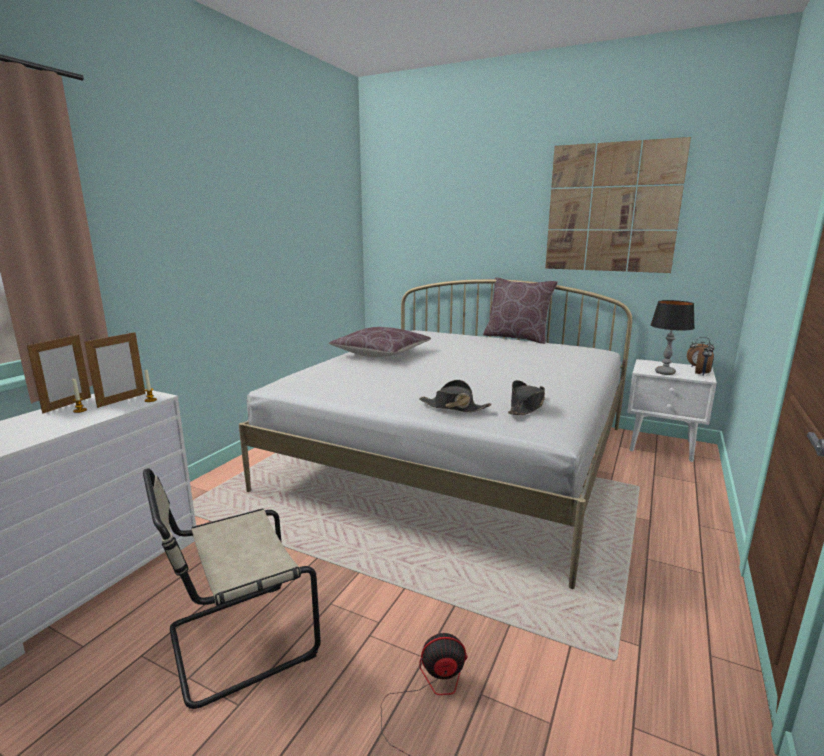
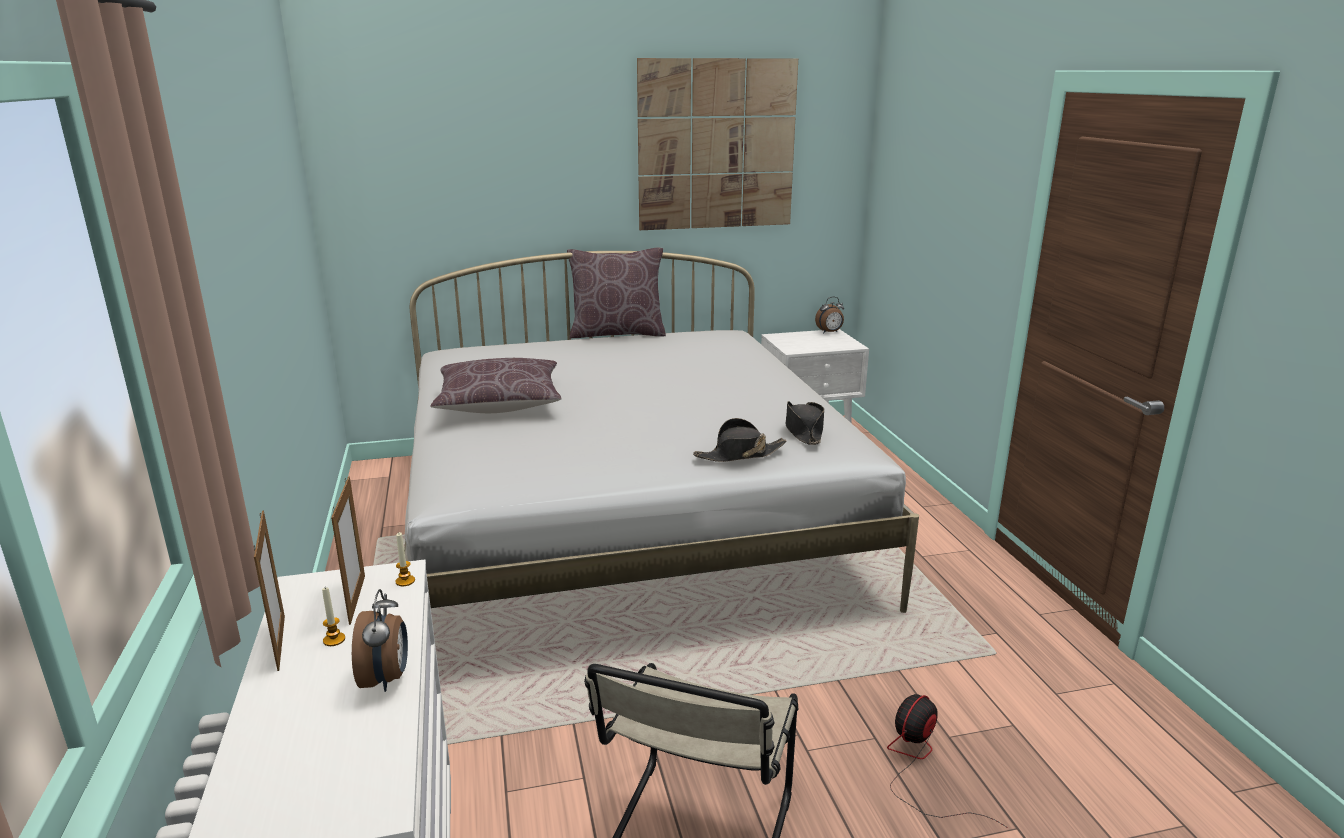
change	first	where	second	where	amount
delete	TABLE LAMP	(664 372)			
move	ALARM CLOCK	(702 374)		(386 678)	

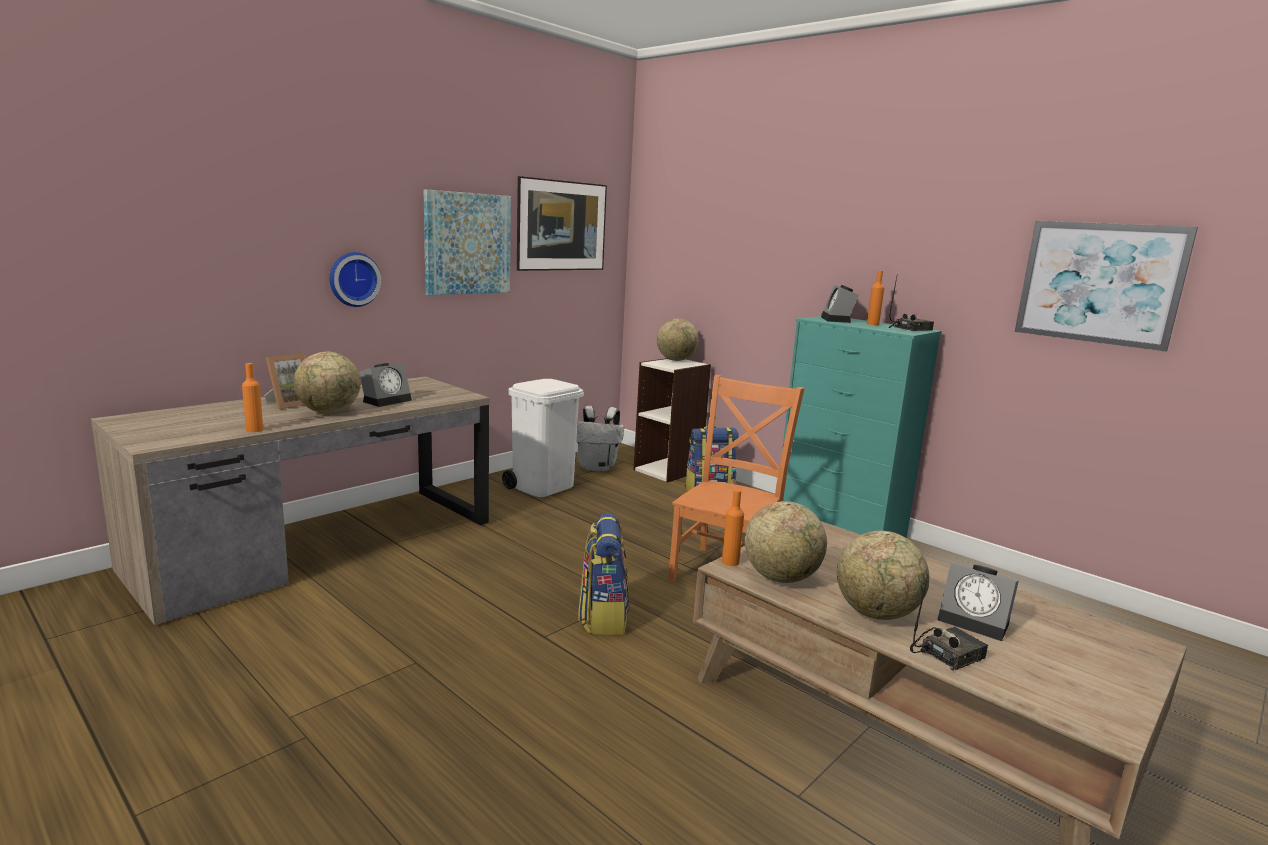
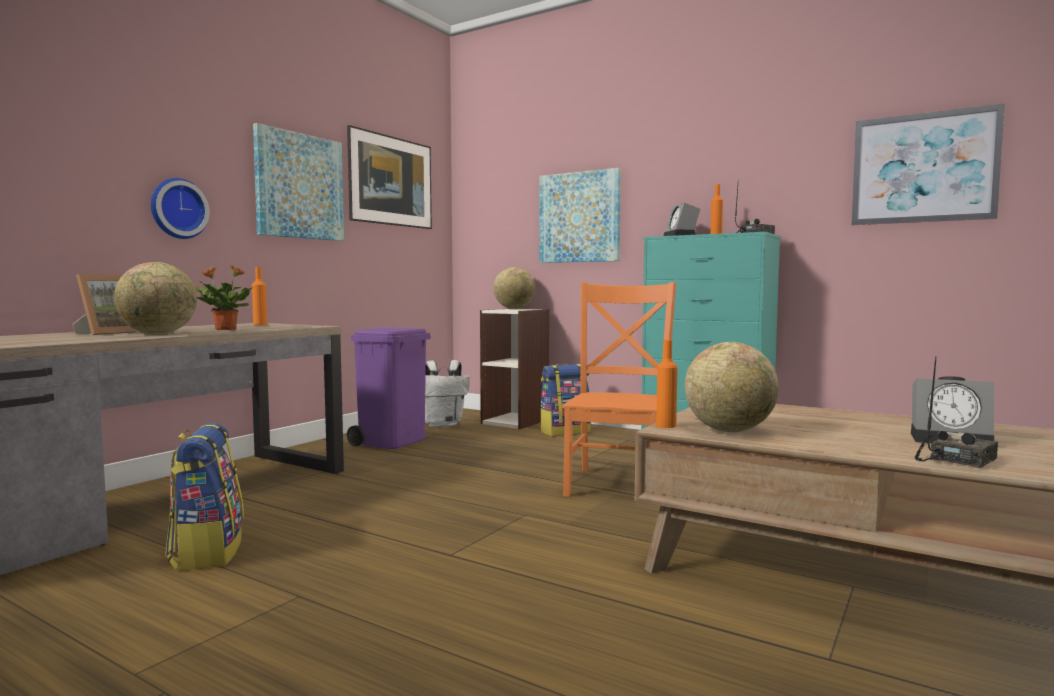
change	first	where	second	where	amount
move	ORANGE BOTTLE	(254 430)		(260 324)	
replace	ALARM CLOCK	(387 400)	POTTED PLANT	(225 329)	
recolor	WHITE TRASH CAN	(543 486)	PURPLE TRASH CAN	(392 441)	
move	BACKPACK	(603 617)		(207 552)	
delete	GLOBE	(876 614)			
insert			PICTURE	(579 217)	

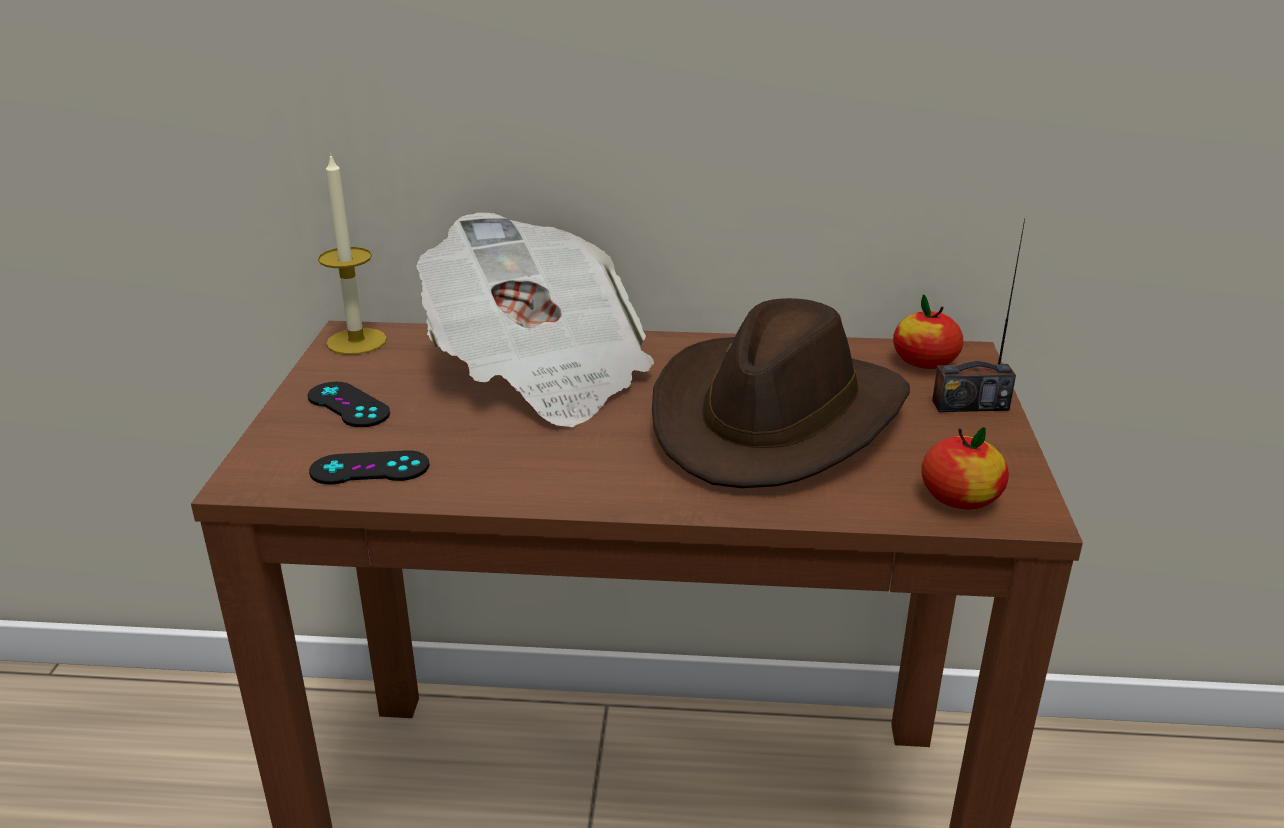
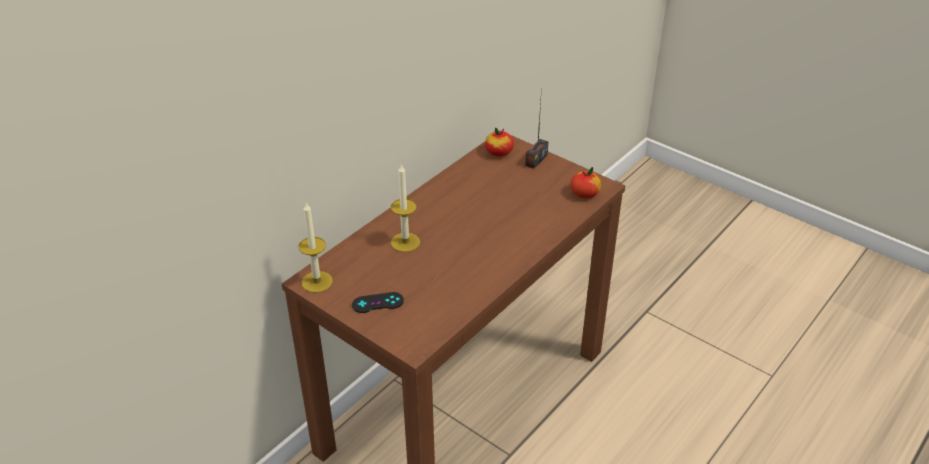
change	first	where	second	where	amount
replace	NEWSPAPER	(539 372)	CANDLE	(405 242)	
delete	BROWN HAT	(777 419)			
delete	BLACK GAME CONTROLLER	(370 468)			

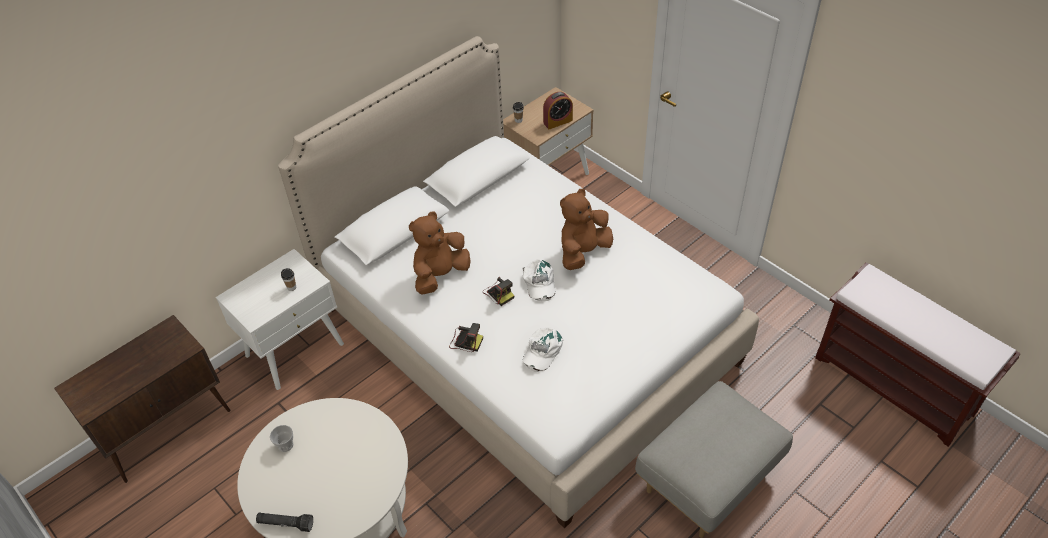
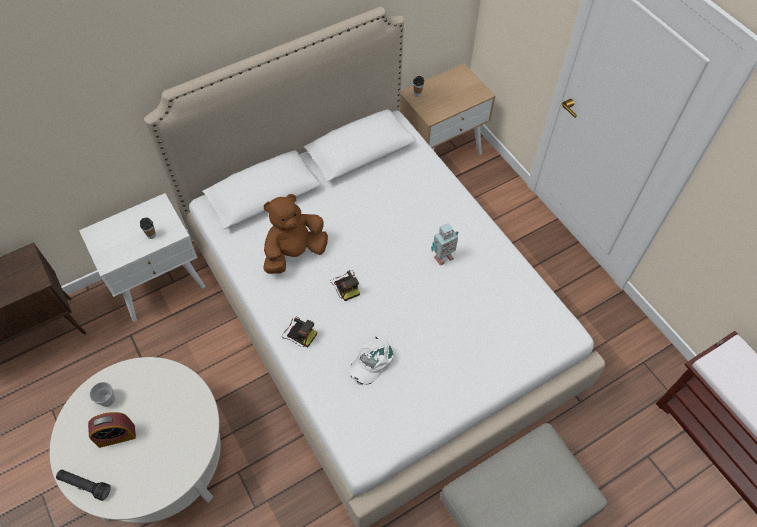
change	first	where	second	where	amount
move	ALARM CLOCK	(558 121)		(116 435)	
replace	BROWN PLUSH TOY	(583 252)	TOY ROBOT	(442 257)	
delete	WHITE CAP	(539 283)			

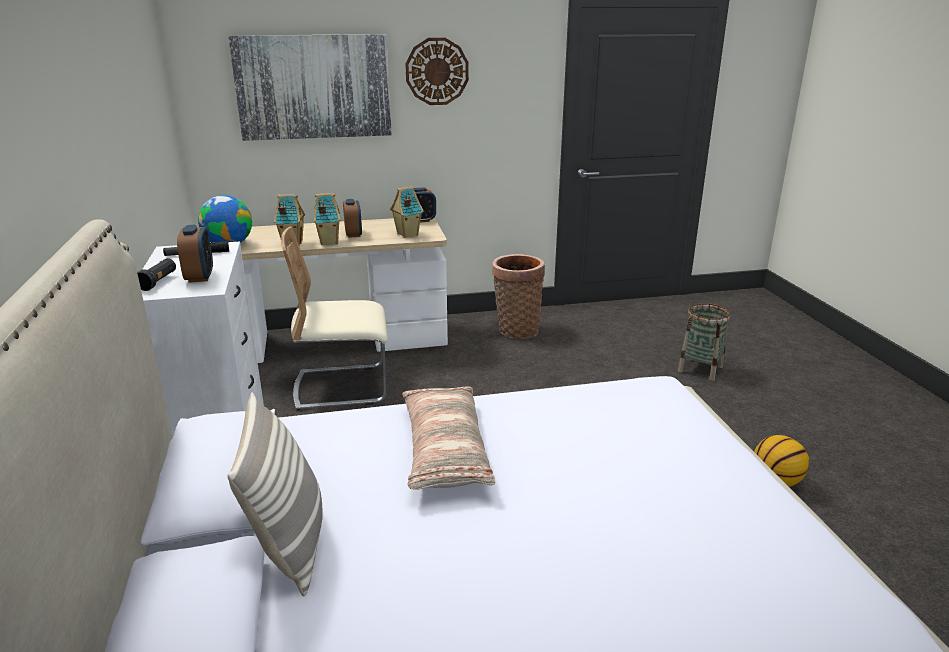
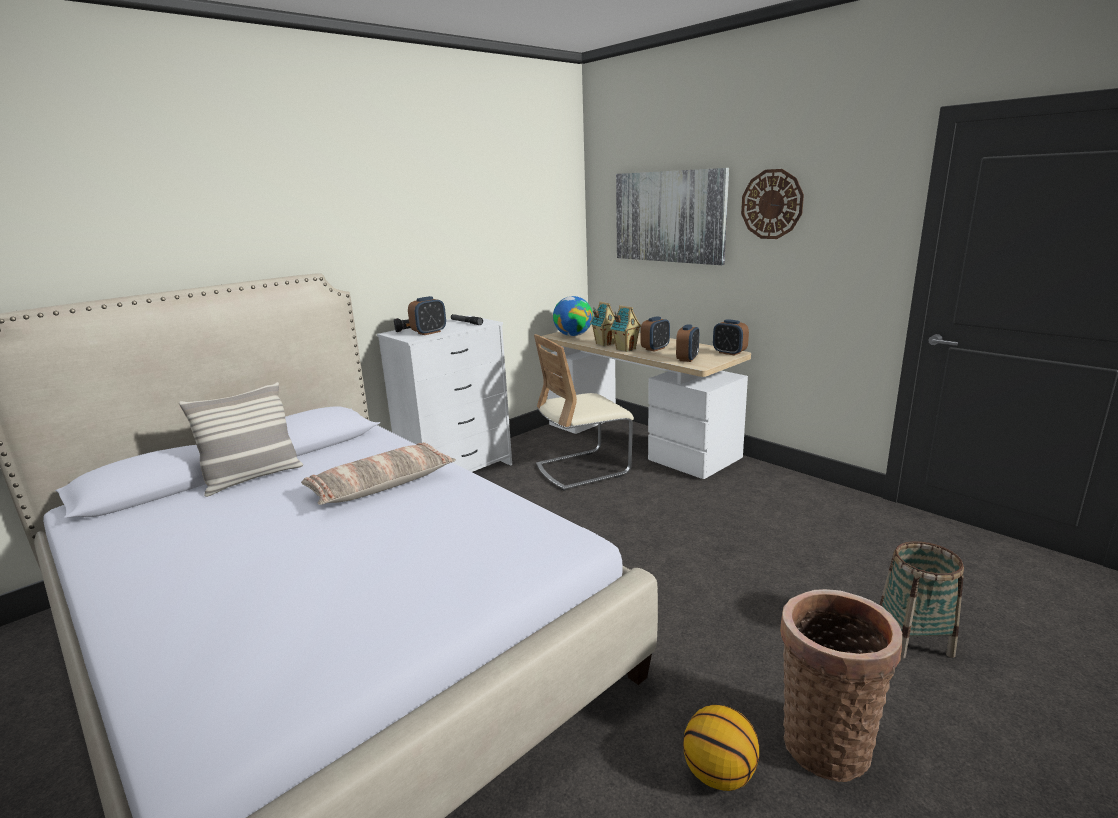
change	first	where	second	where	amount
replace	TOY HOUSE	(406 234)	ALARM CLOCK	(687 359)	
rotate	BEIGE CHAIR	(342 387)		(582 469)	75 degrees counterclockwise
move	BASKET	(516 329)		(825 740)	

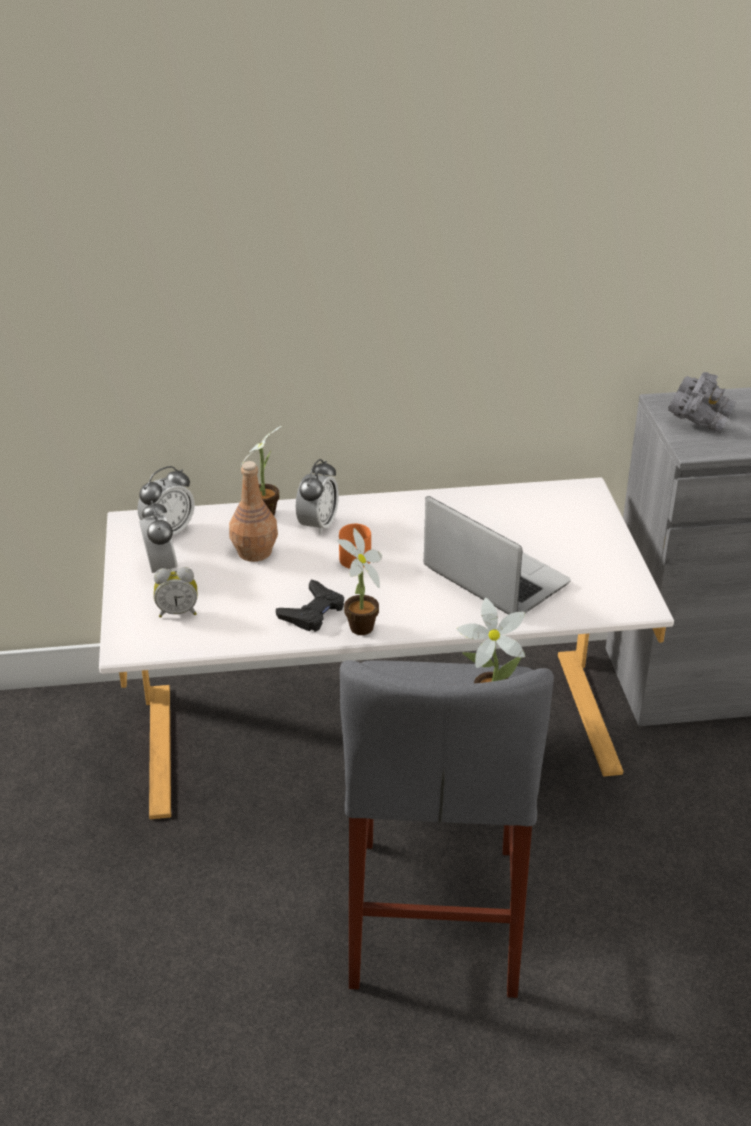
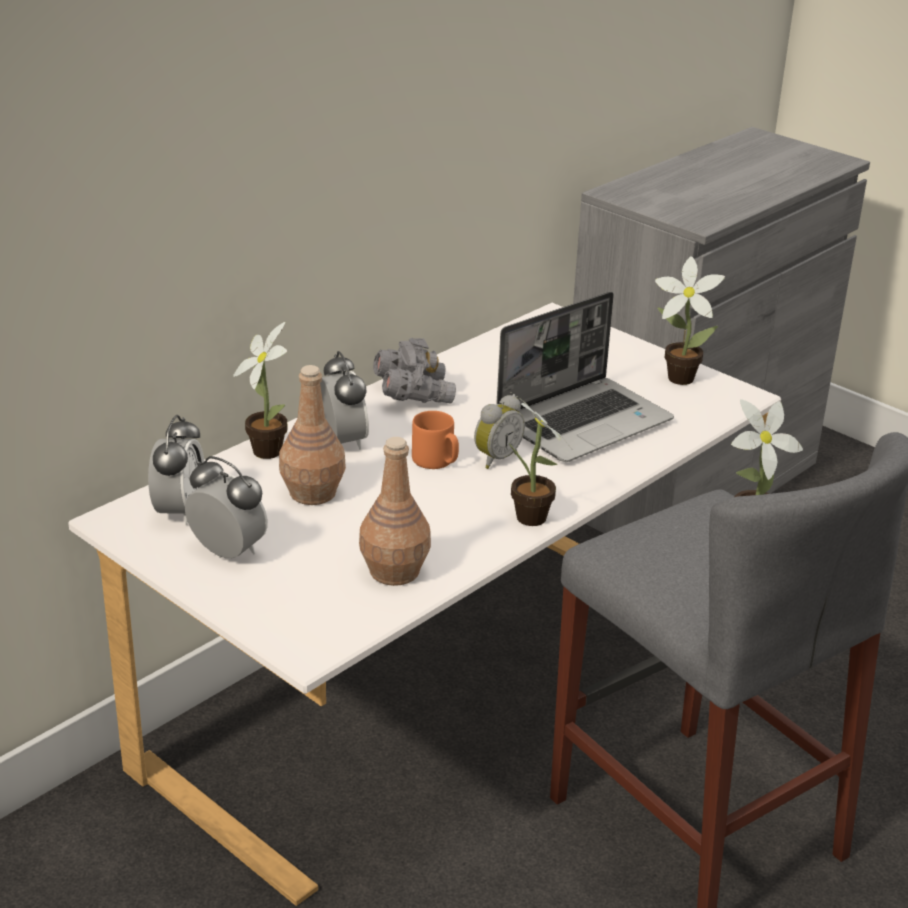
change	first	where	second	where	amount
move	GREY BINOCULARS	(699 418)		(412 394)	
rotate	LAPTOP	(493 577)		(584 421)	135 degrees clockwise
move	ALARM CLOCK	(177 612)		(495 458)	
delete	BLACK GAME CONTROLLER	(312 612)			
insert			POTTED PLANT	(676 377)	
insert			BROWN BOTTLE	(394 572)	

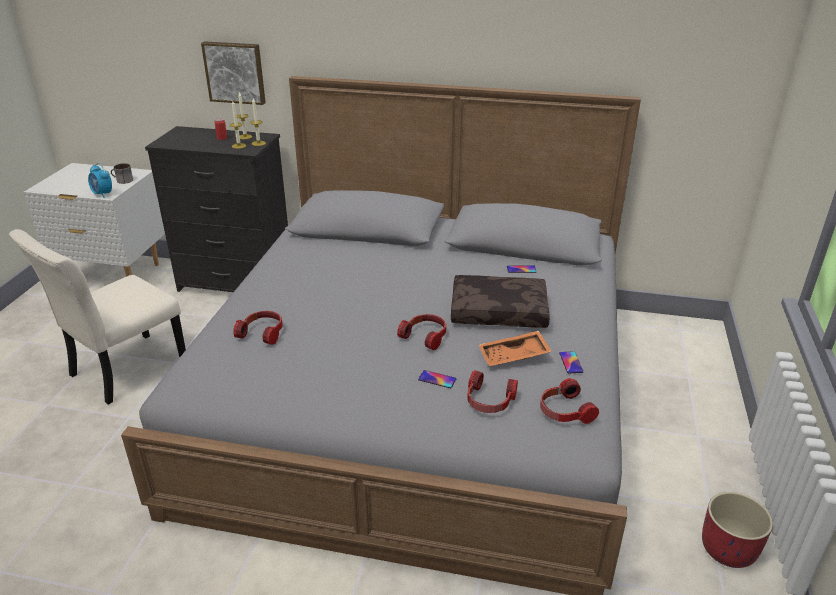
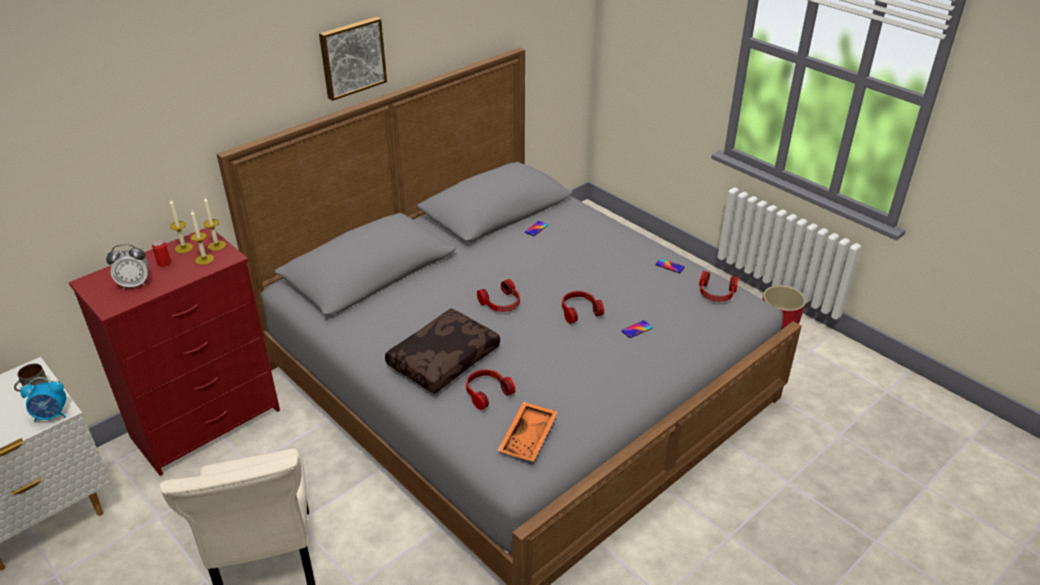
change	first	where	second	where	amount
move	PICTURE	(235 72)		(352 57)	
recolor	BLACK DRESSER	(237 284)	RED DRESSER	(208 423)	
move	BROWN PILLOW	(499 311)		(443 358)	
move	ORANGE TRAY	(514 357)		(529 438)	
move	HEADPHONES	(489 401)		(501 304)	
insert			ALARM CLOCK	(134 284)	

